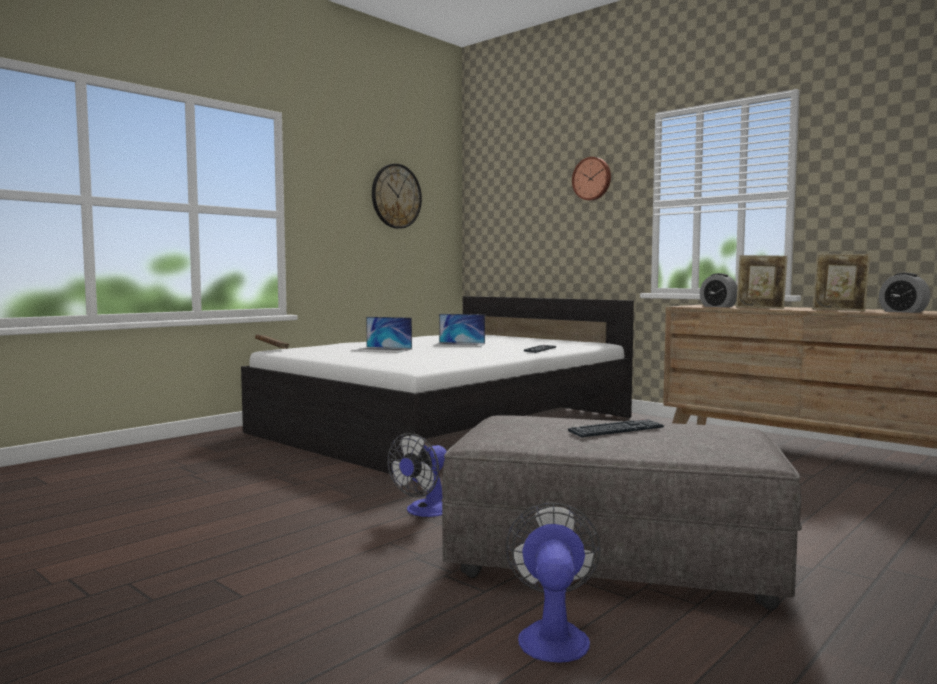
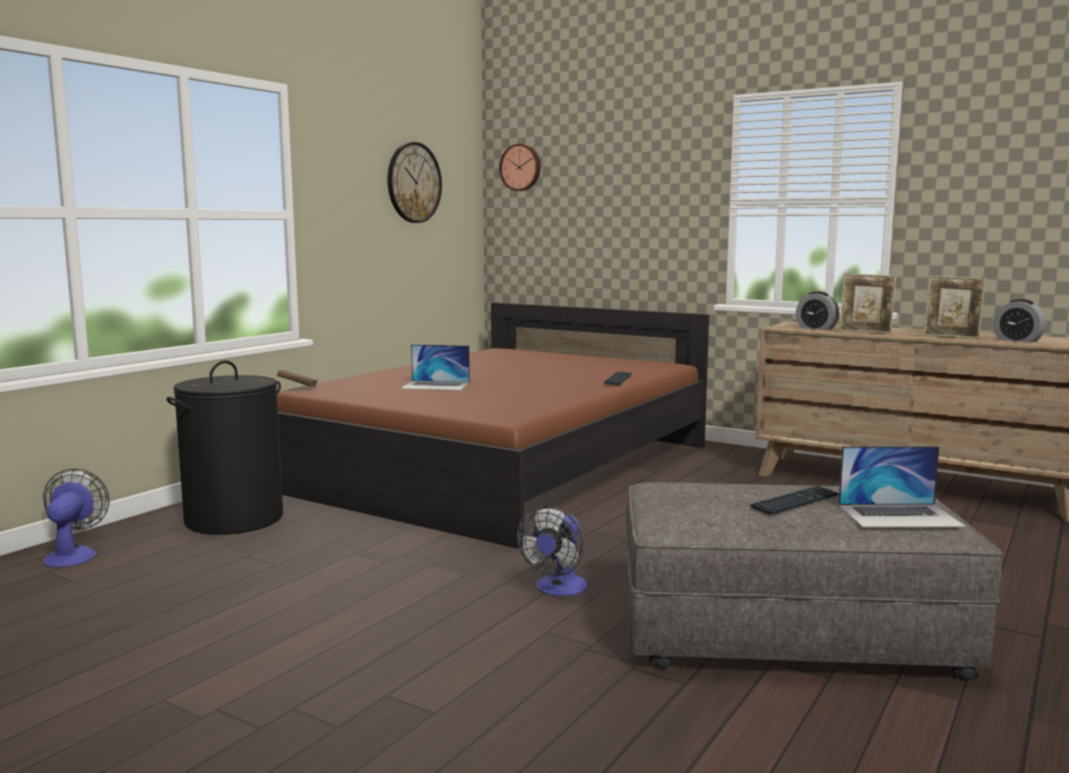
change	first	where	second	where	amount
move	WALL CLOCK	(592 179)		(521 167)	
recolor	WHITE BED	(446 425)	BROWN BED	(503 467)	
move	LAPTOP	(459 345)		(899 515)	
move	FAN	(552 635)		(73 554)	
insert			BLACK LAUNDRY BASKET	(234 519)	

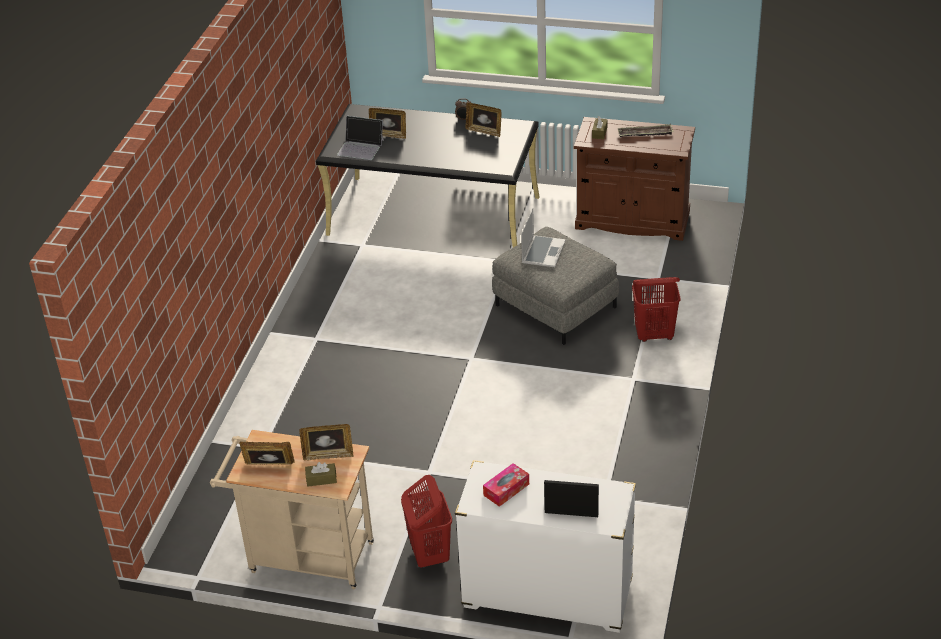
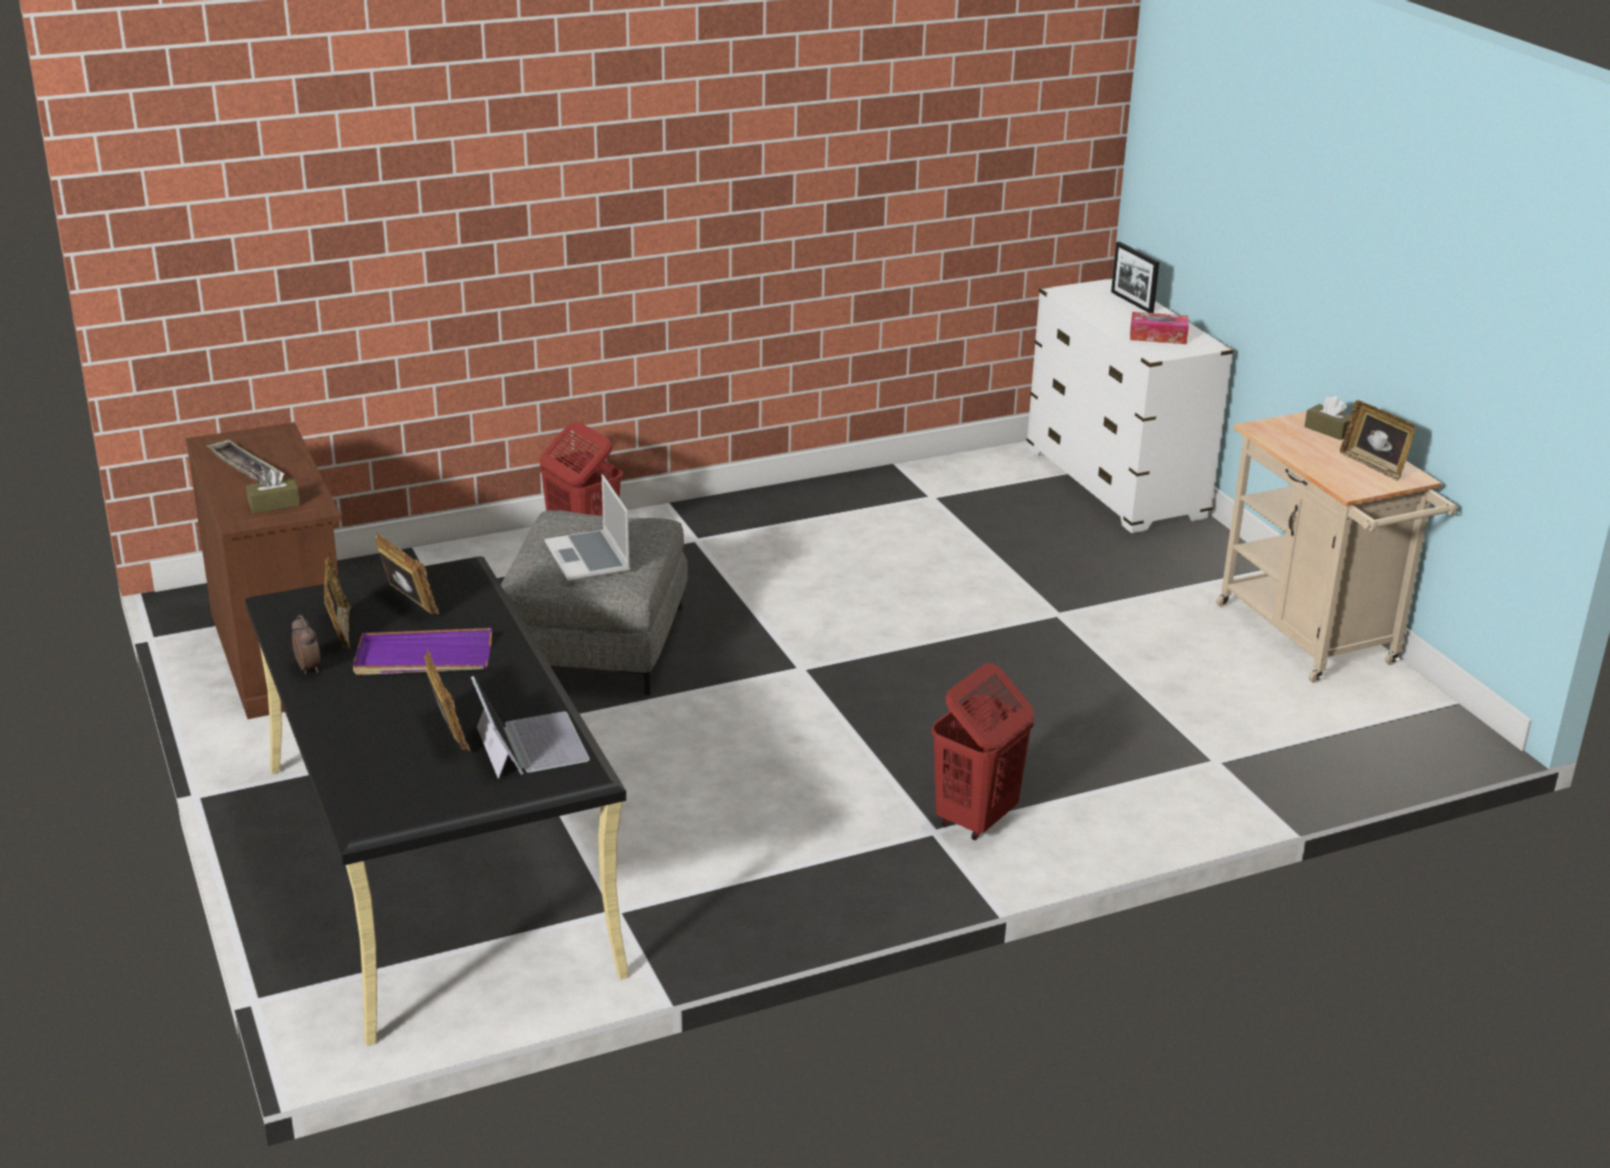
change	first	where	second	where	amount
rotate	LAPTOP	(542 252)		(589 558)	90 degrees counterclockwise
move	PICTURE FRAME	(328 455)		(407 603)	
move	RED LAUNDRY BASKET	(429 554)		(975 819)	
insert			PURPLE TRAY	(423 658)	

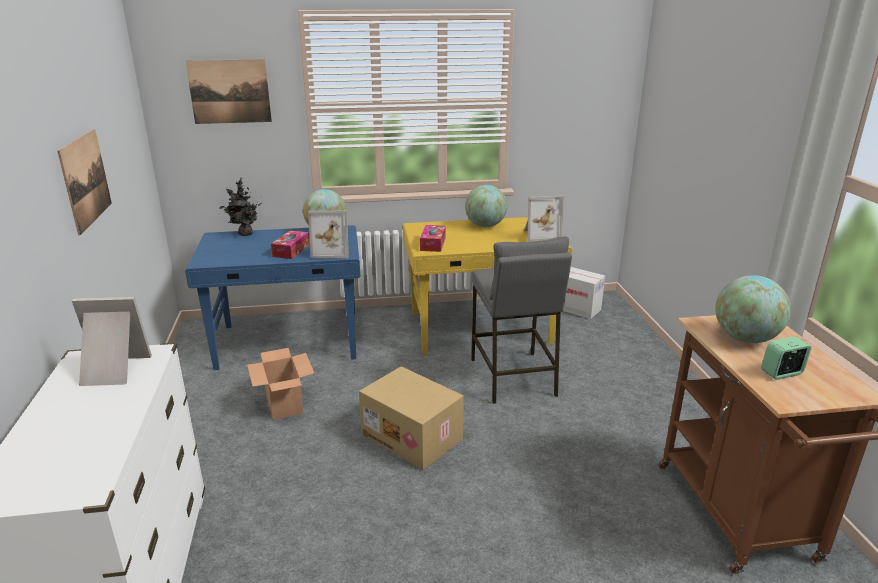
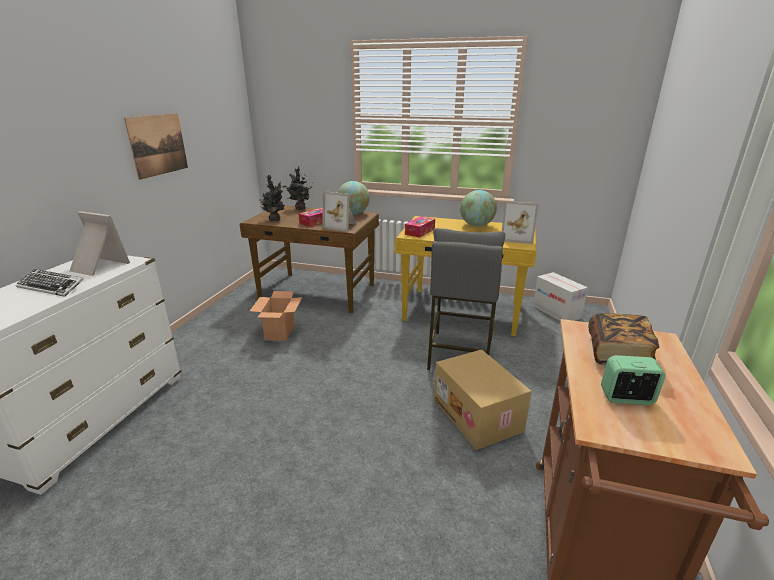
change	first	where	second	where	amount
delete	PICTURE	(229 91)			
recolor	BLUE DESK	(289 343)	BROWN DESK	(318 292)	
replace	GLOBE	(745 338)	BOOK	(618 353)	
move	CARDBOARD BOX	(413 436)		(478 415)	
insert			POTTED PLANT	(274 219)	
insert			KEYBOARD	(51 287)	

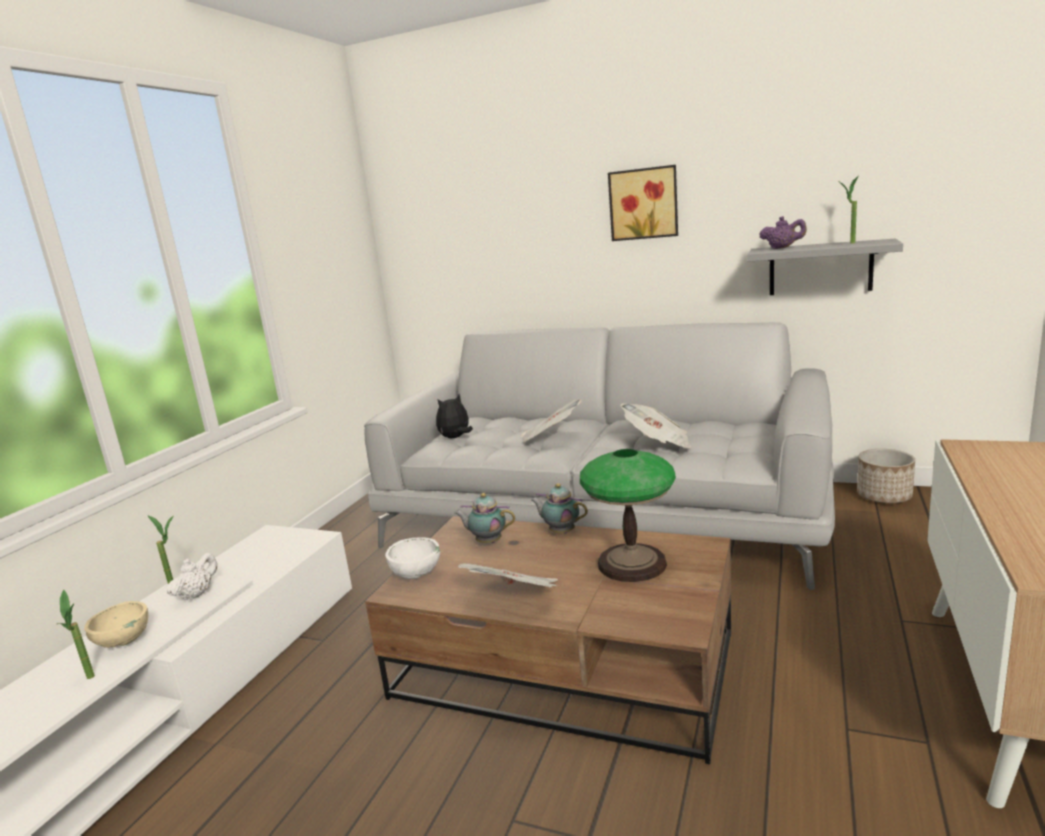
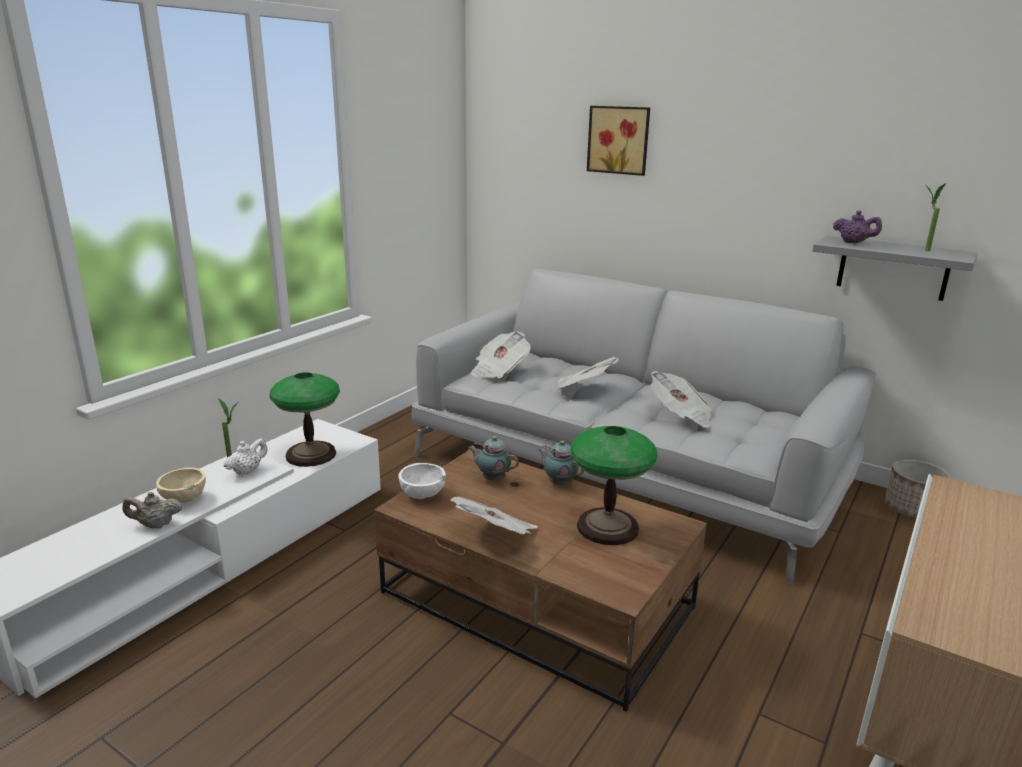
change	first	where	second	where	amount
move	PICTURE	(643 203)		(619 140)	
replace	PLUSH TOY	(455 438)	NEWSPAPER	(499 370)	
replace	POTTED PLANT	(92 680)	BEIGE TEAPOT	(155 525)	
insert			TABLE LAMP	(311 454)	

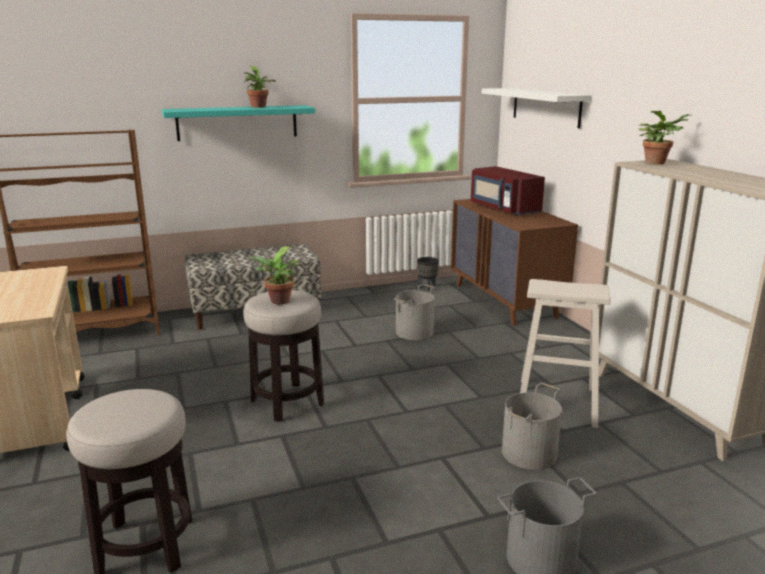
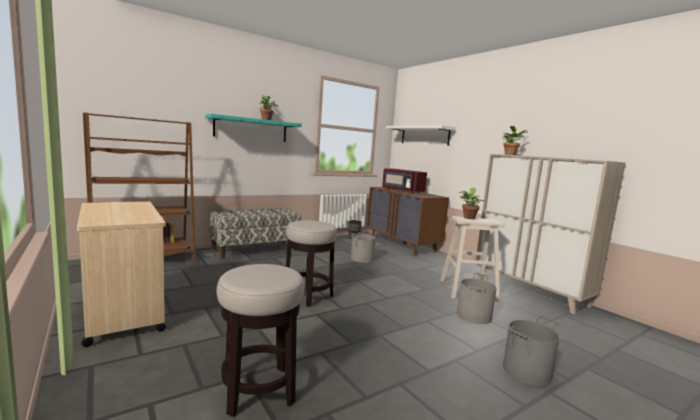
change	first	where	second	where	amount
move	POTTED PLANT	(278 302)		(469 218)	

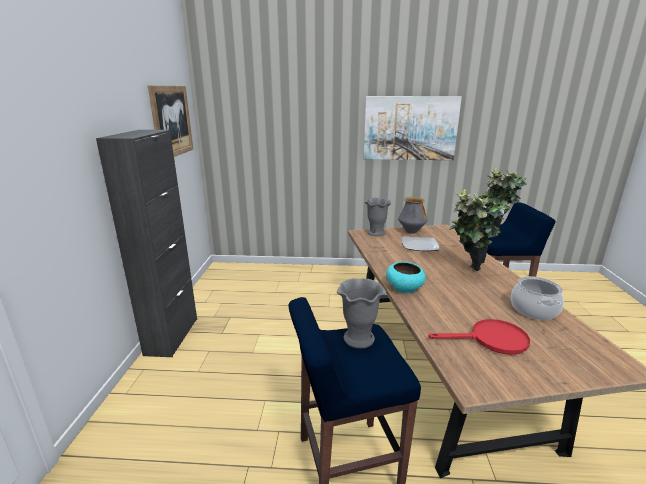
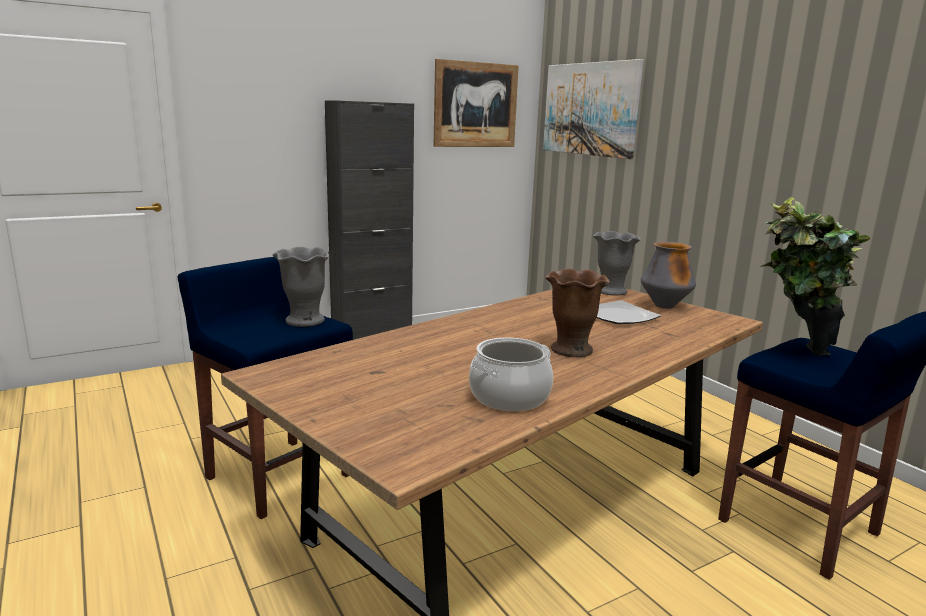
change	first	where	second	where	amount
move	PICTURE	(410 128)		(590 109)	
replace	POTTED PLANT	(467 273)	BROWN VASE	(571 350)	
delete	TURQUOISE BOWL	(404 288)			
delete	RED FRYING PAN	(491 340)			

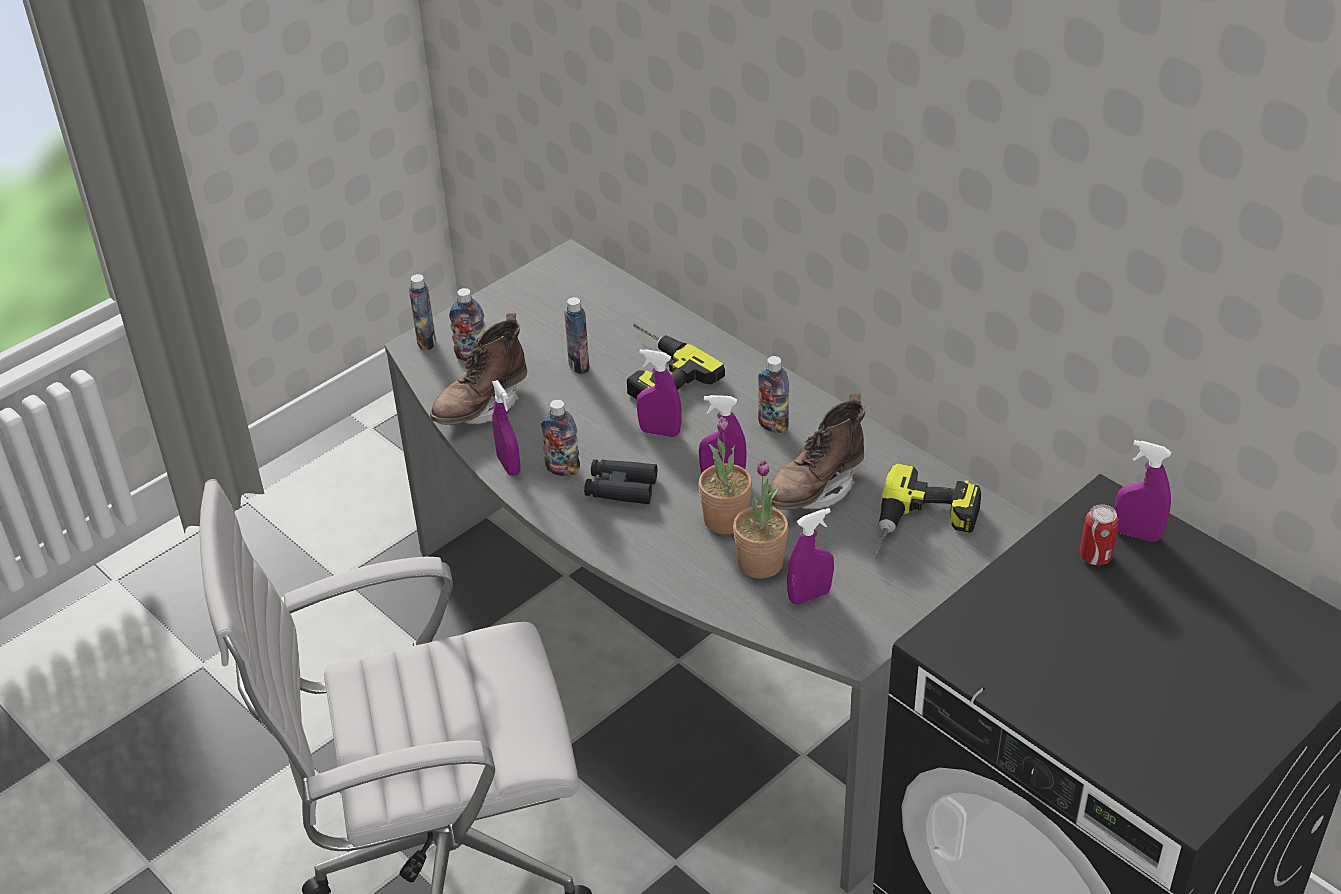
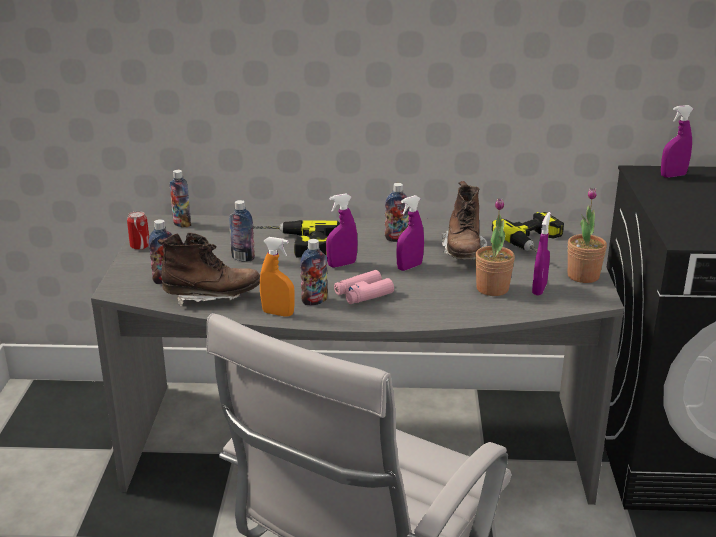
change	first	where	second	where	amount
move	BOTTLE	(426 341)		(182 224)	
rotate	BROWN BOOT	(481 406)		(212 297)	90 degrees counterclockwise
recolor	PURPLE SPRAY BOTTLE	(508 465)	ORANGE SPRAY BOTTLE	(278 313)	
move	POTTED PLANT	(725 520)		(583 276)	
recolor	BLACK BINOCULARS	(621 488)	PINK BINOCULARS	(363 294)	
move	CAN	(1095 556)		(140 246)	

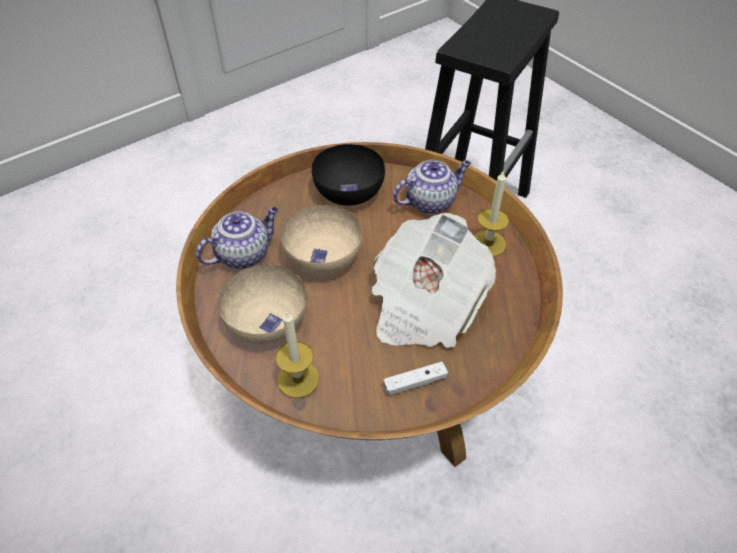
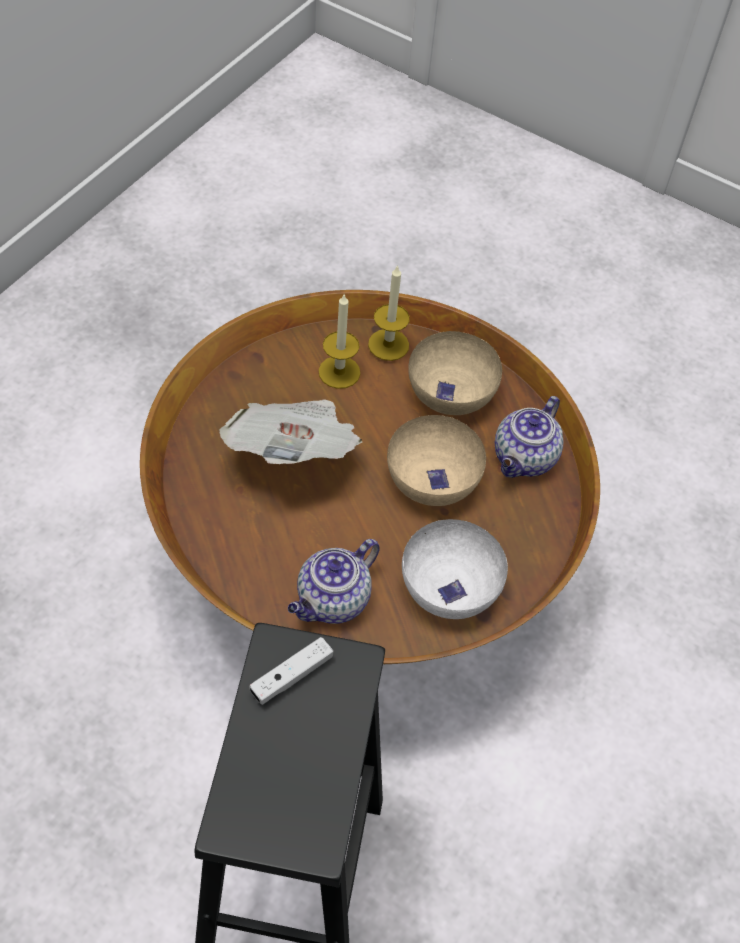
change	first	where	second	where	amount
recolor	BLACK BOWL	(348 192)	WHITE BOWL	(450 586)	
move	CANDLE	(488 243)		(339 372)	
move	WHITE GAME CONTROLLER	(415 382)		(291 676)	

